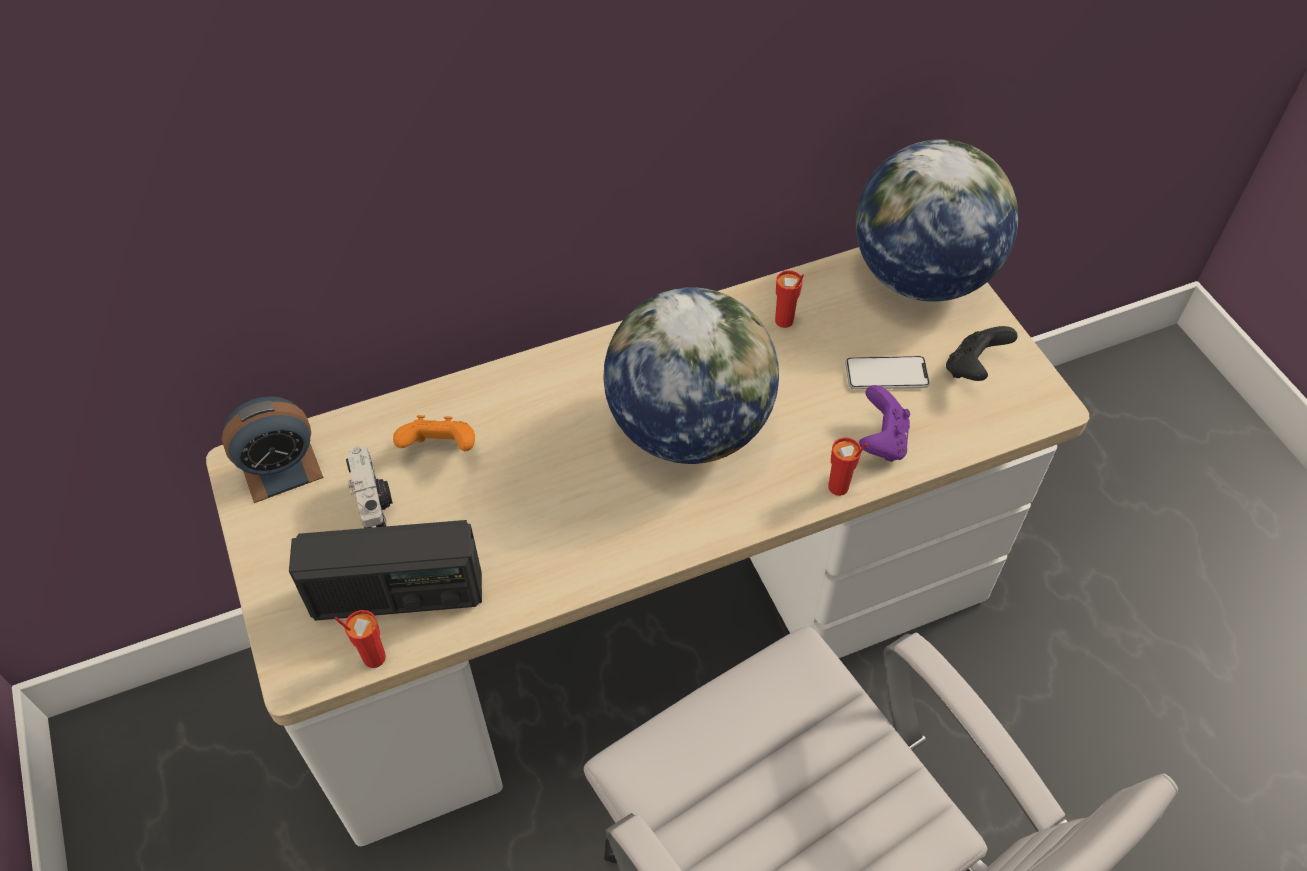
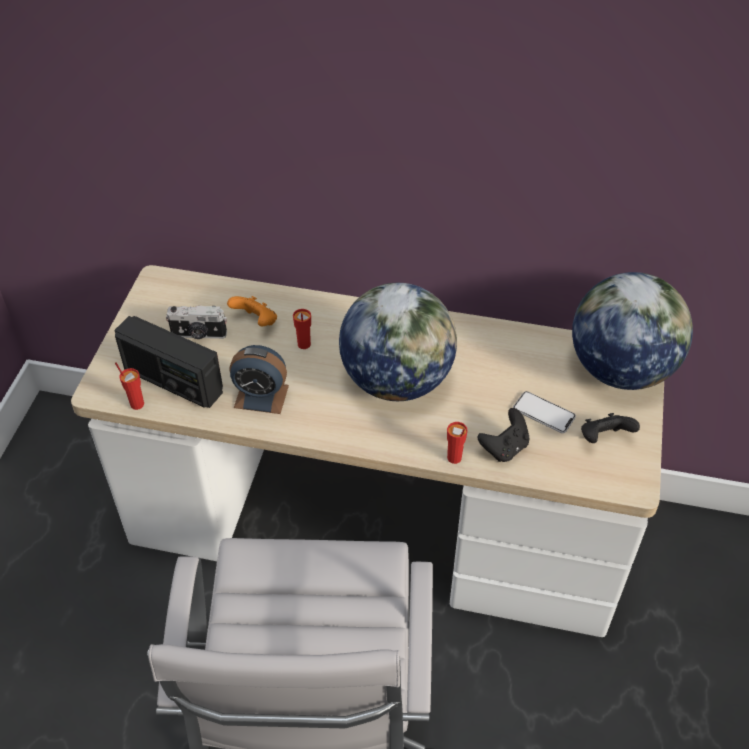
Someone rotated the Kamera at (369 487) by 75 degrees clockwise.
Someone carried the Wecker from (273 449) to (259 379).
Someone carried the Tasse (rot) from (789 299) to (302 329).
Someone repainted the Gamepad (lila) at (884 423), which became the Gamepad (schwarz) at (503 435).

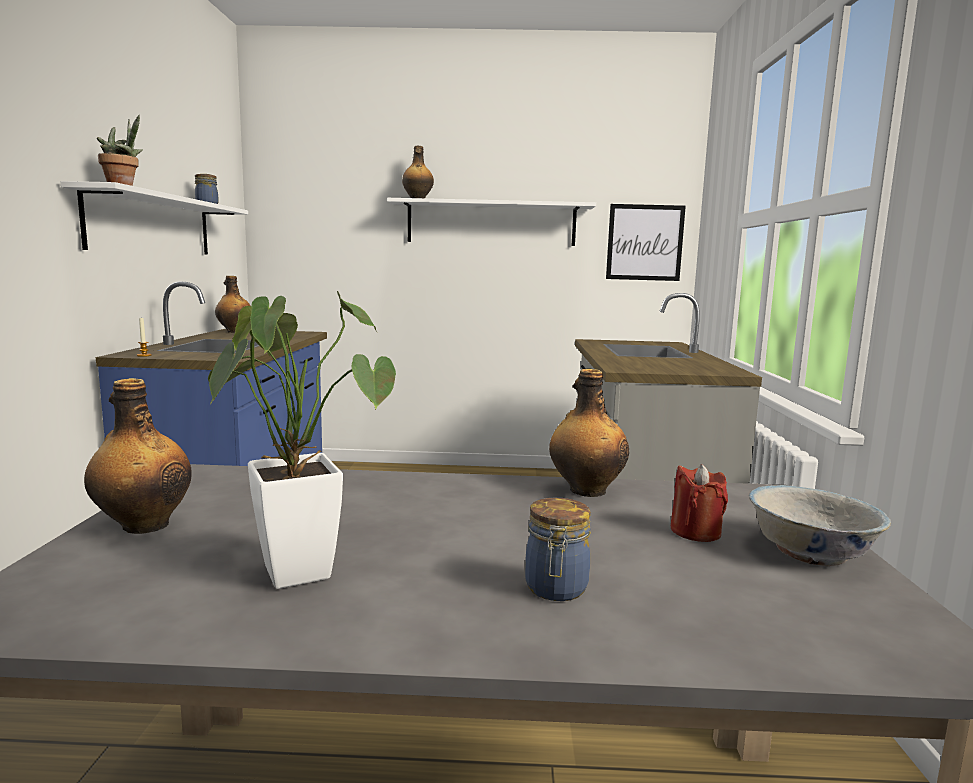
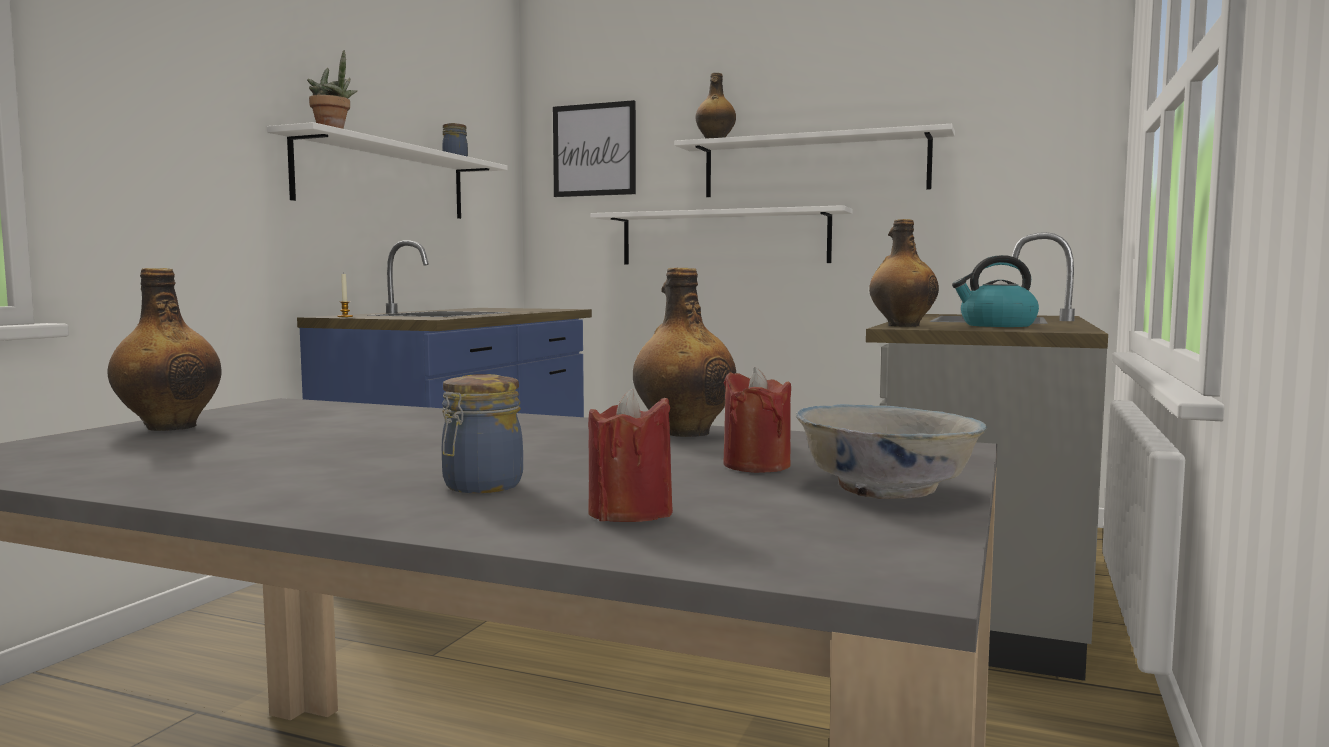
Someone carried the Bild from (646 242) to (594 148).
Someone put down the Kerze (rot) at (630 455).
Someone put up the Wandregal (weiß) at (721 234).
Someone carried the Flasche from (232 304) to (904 273).
Someone put down the Wasserkessel at (995 291).
Someone took away the Topfpflanze at (302 440).

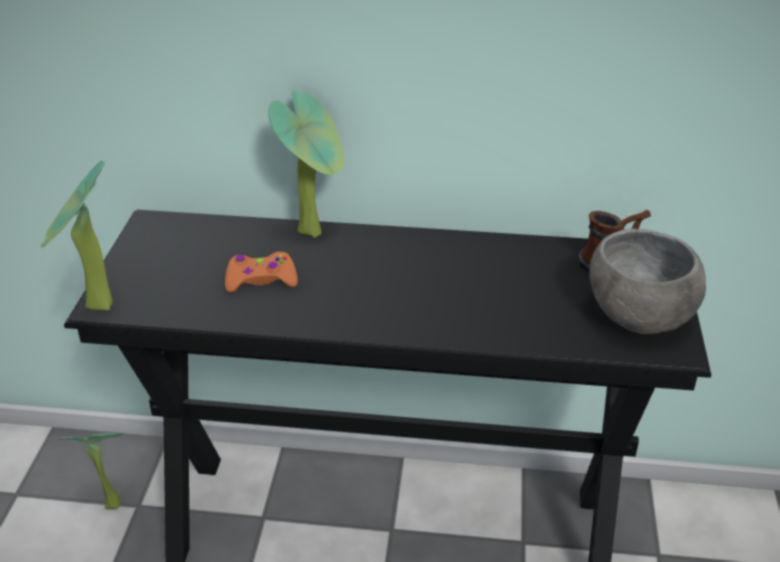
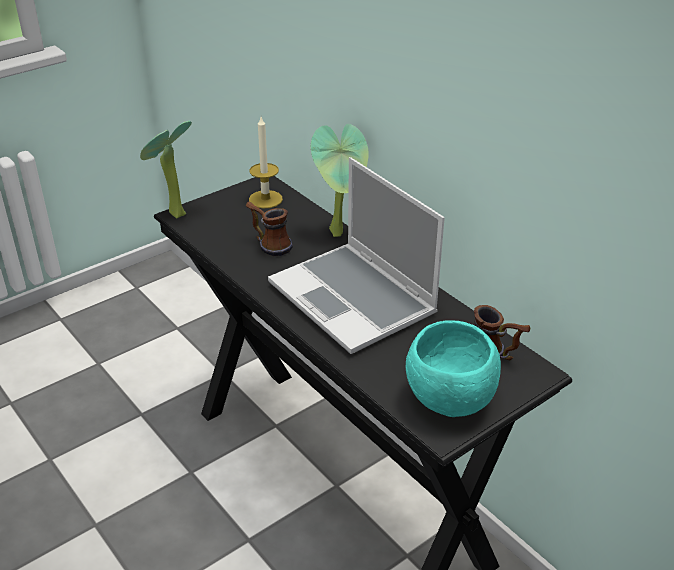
Someone swapped the Gamepad (orange) at (261 272) for the Henkelbecher at (269 228).
Someone put down the Kerze at (266 162).
Someone put down the Laptop at (356 255).
Someone repainted the Schüssel (grau) at (648 281), which became the Schüssel (türkis) at (453 368).
Someone took away the Topfpflanze at (90 471).

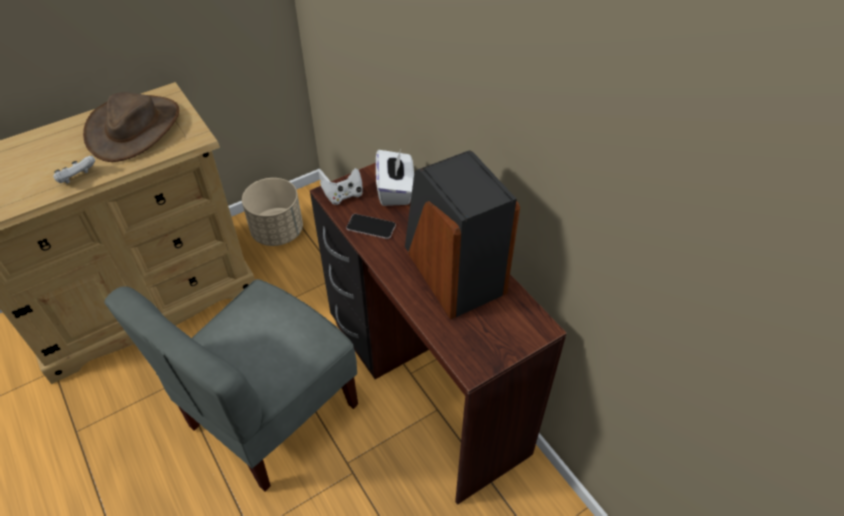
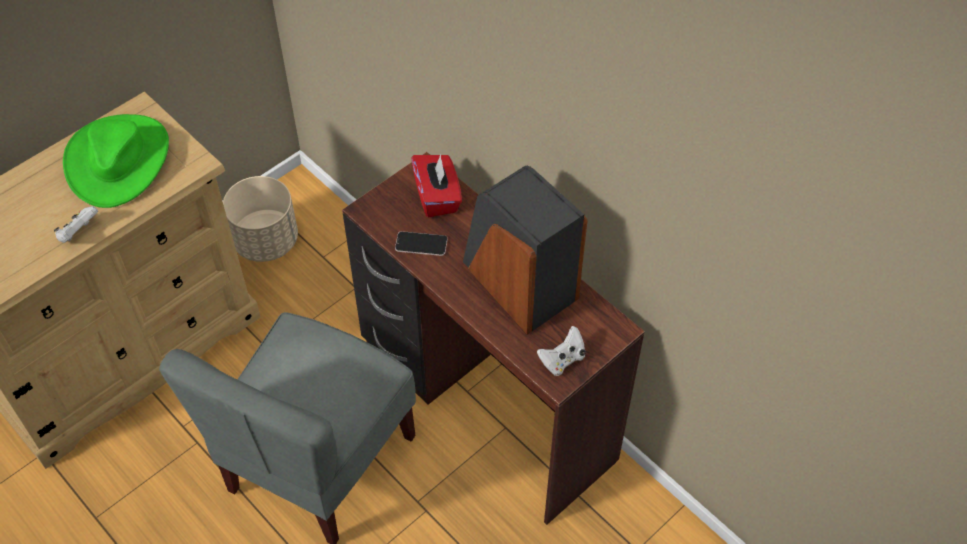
Someone repainted the Hut (braun) at (131 127), which became the Hut (grün) at (116 161).
Someone repainted the Taschentuchbox (weiß) at (395 178), which became the Taschentuchbox (rot) at (436 186).
Someone carried the Gamepad (weiß) from (341 186) to (561 351).

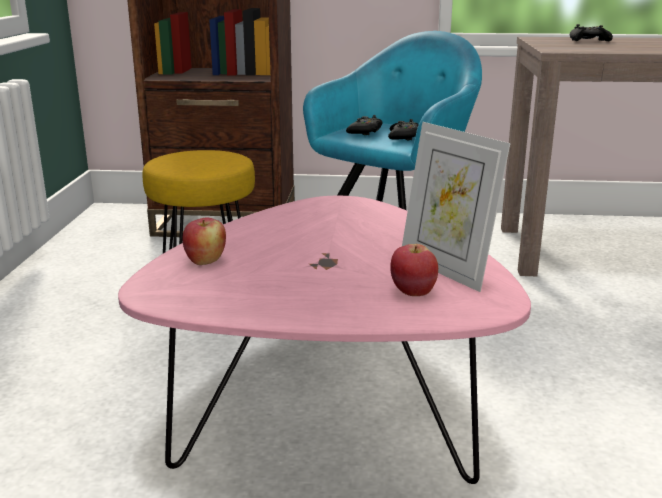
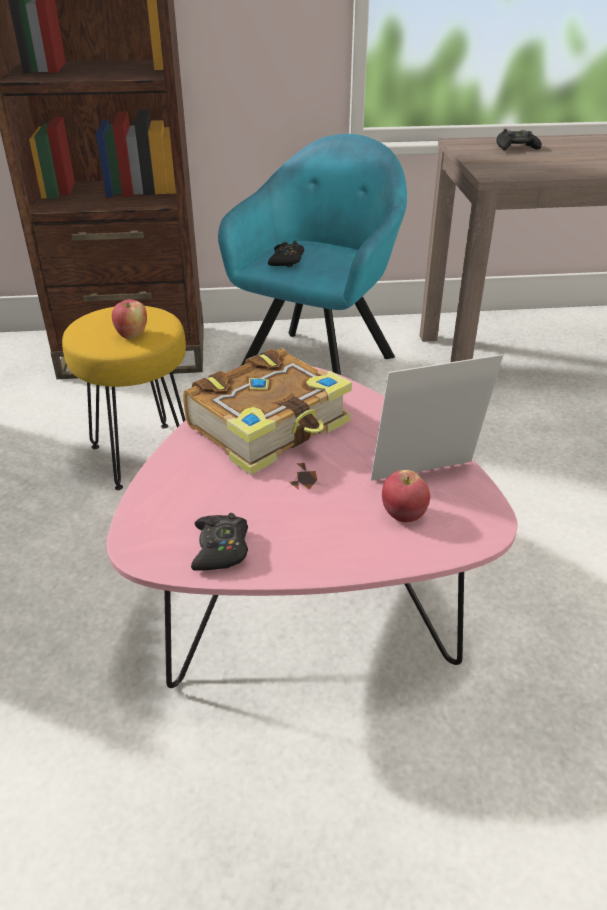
Someone carried the Apfel from (204 241) to (129 319).
Someone put down the Buch at (267 411).
Someone carried the Gamepad (schwarz) from (403 130) to (219 542).
Someone rotated the Bilderrahmen at (456 207) by 120 degrees clockwise.

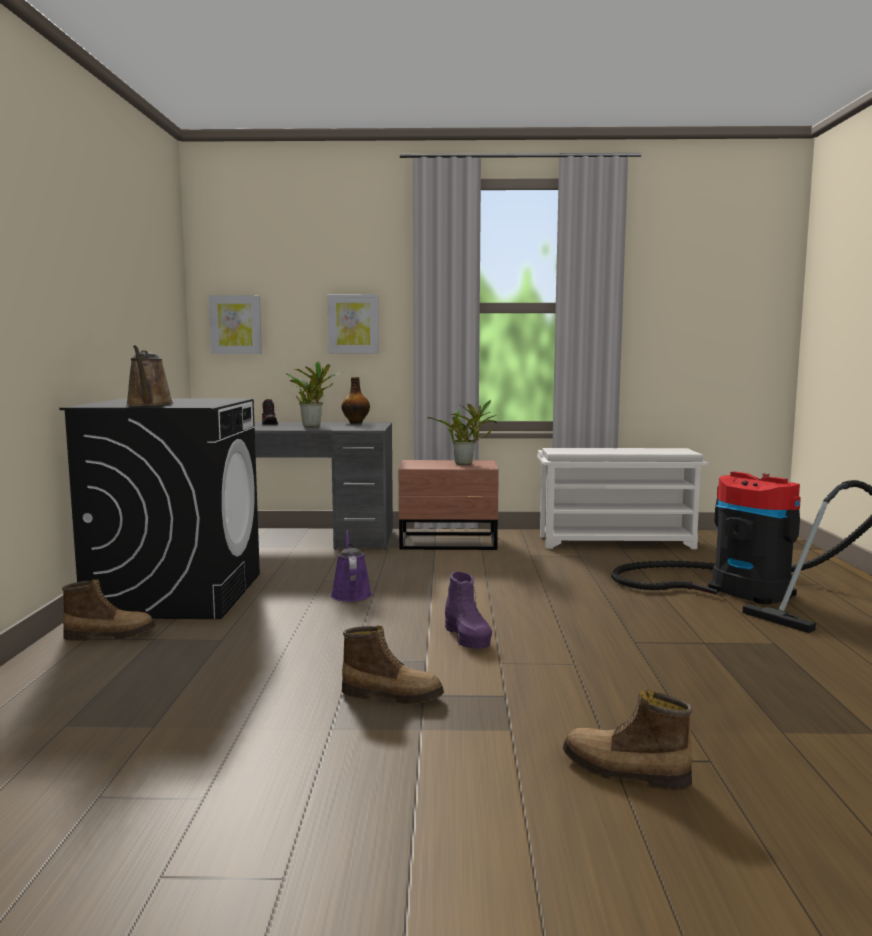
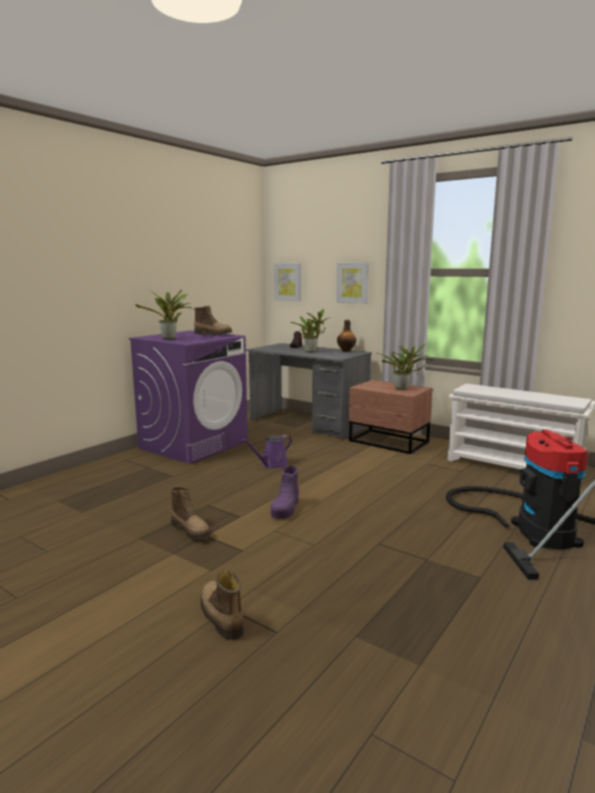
Someone repainted the Waschmaschine (schwarz) at (159 508), which became the Waschmaschine (lila) at (188 397).
Someone swapped the Gießkanne (braun) at (149 375) for the Topfpflanze at (164 315).
Someone carried the Stiefel from (109 610) to (213 321).
Someone rotated the Gießkanne (lila) at (351 566) by 150 degrees counterclockwise.

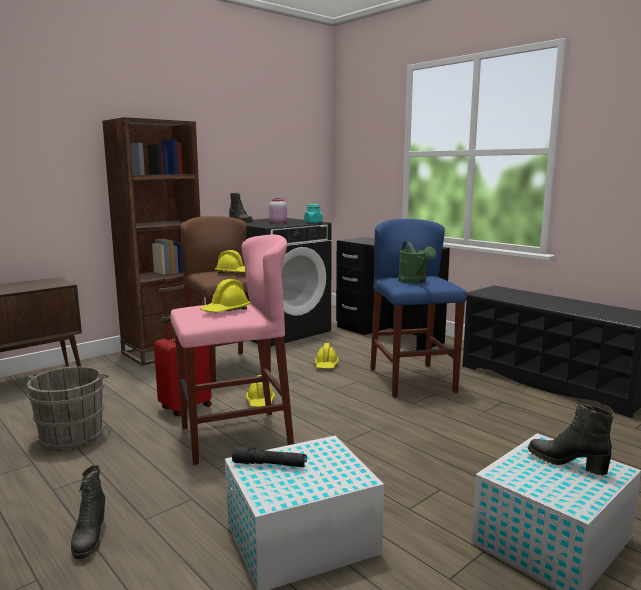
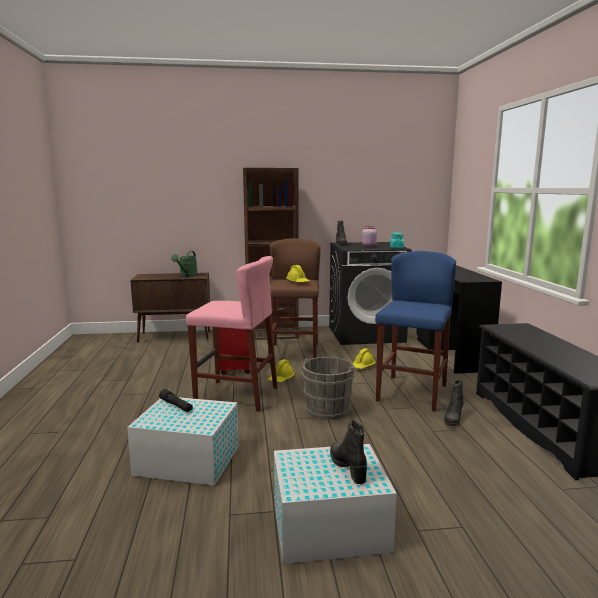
Someone carried the Gießkanne (grün) from (417 262) to (184 264).
Someone carried the Eimer (grau) from (68 408) to (330 388).
Someone carried the Stiefel (schwarz) from (88 512) to (453 403).
Someone took away the Schutzhelm (gelb) at (225 295).

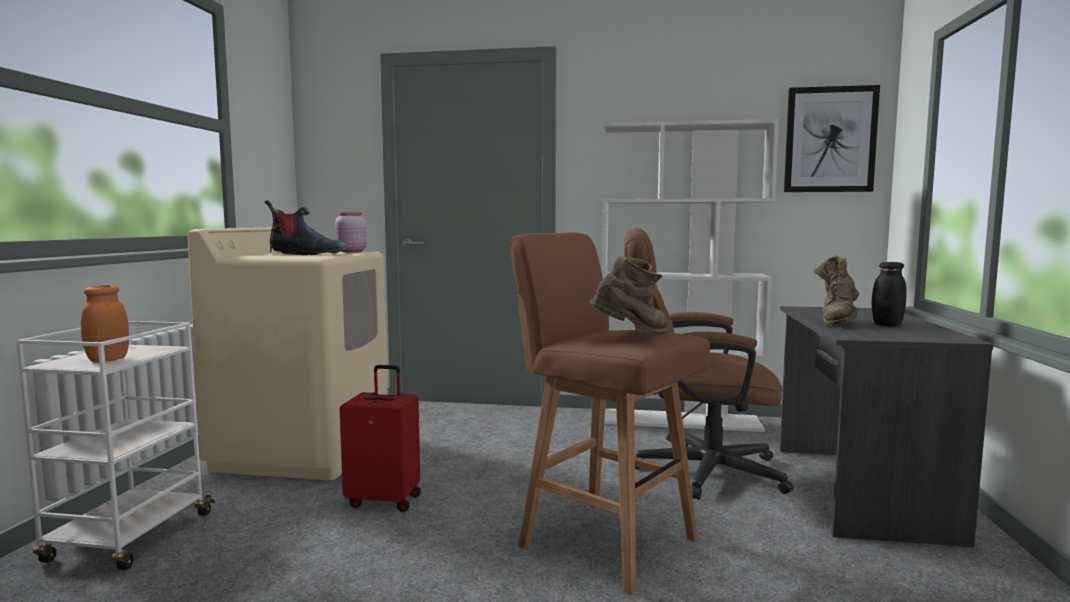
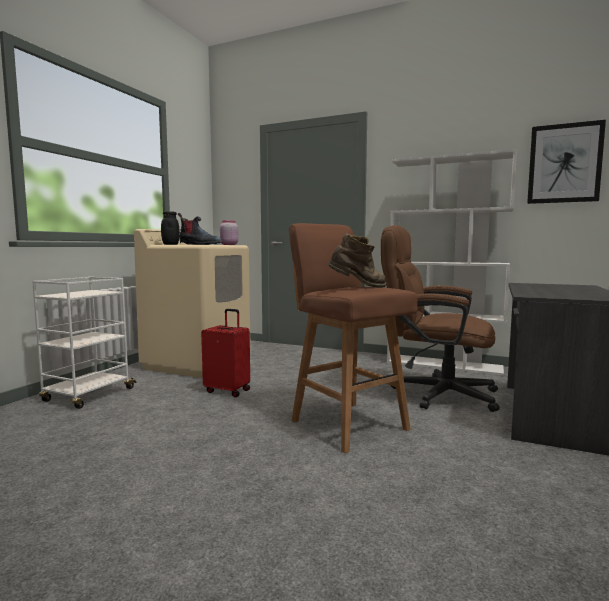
Someone carried the Vorratsglas (schwarz) from (889 294) to (170 228).
Someone took away the Vorratsglas (orange) at (105 323).
Someone took away the Stiefel (braun) at (836 290).

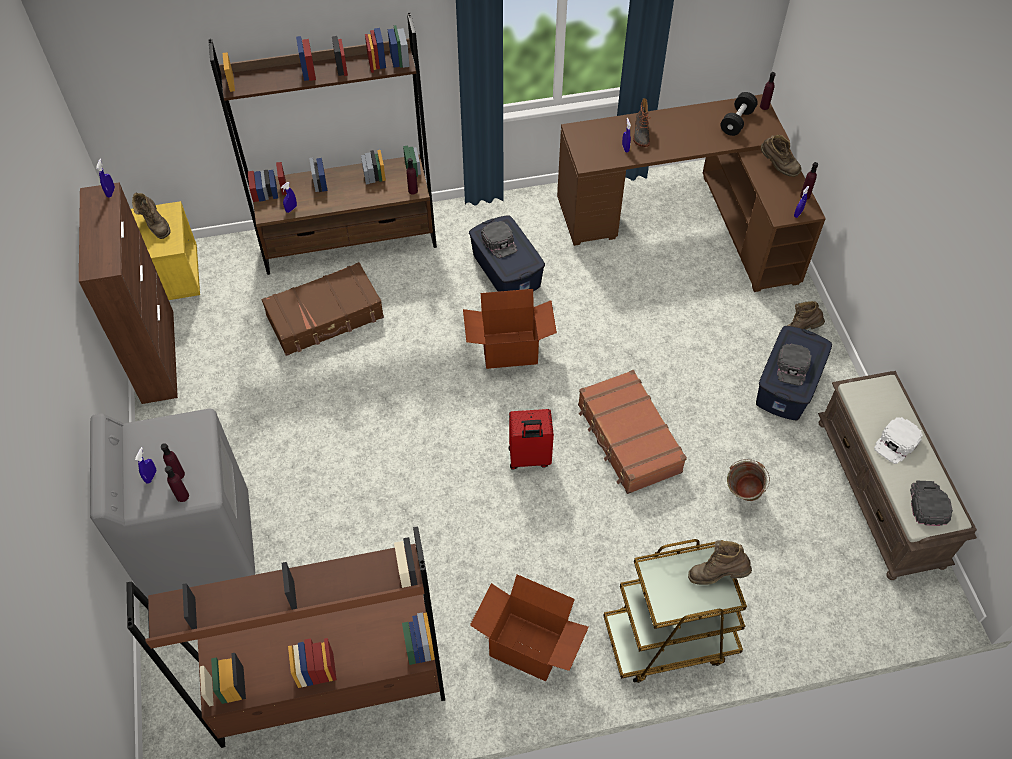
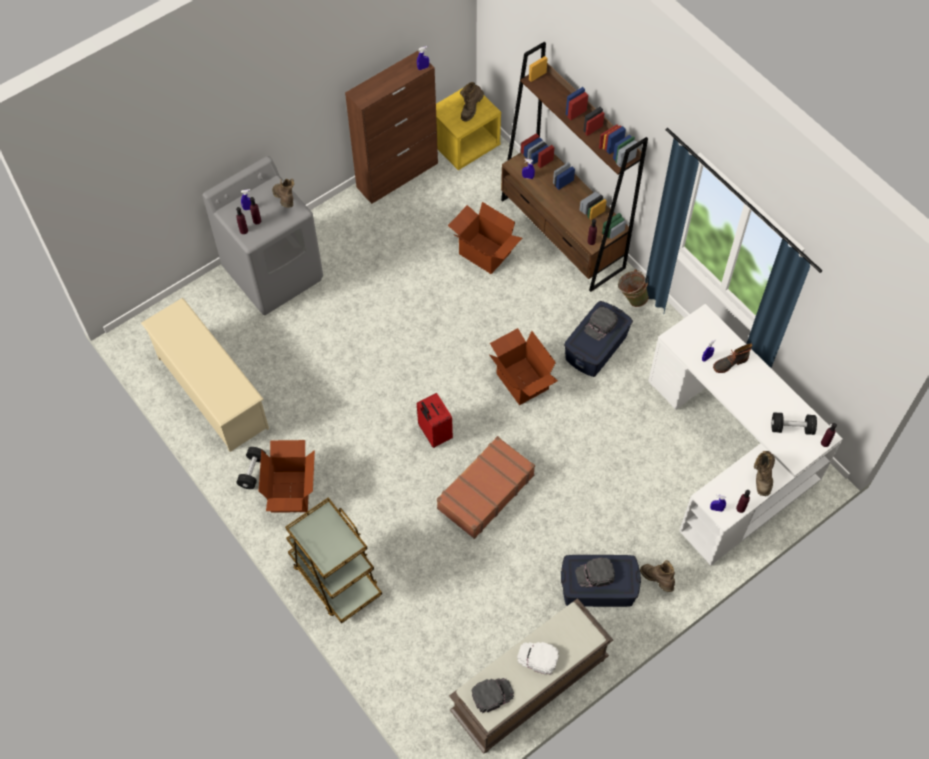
Someone swapped the Bücherregal (braun) at (285 637) for the Schuhregal (beige) at (205 375).
Someone put down the Hantel (schwarz) at (251 468).
Someone carried the Stiefel (braun) from (720 562) to (283 193).
Someone swapped the Koffer (braun) at (322 309) for the Karton at (485 238).
Someone carried the Eimer (grün) from (748 480) to (633 288).
Someone repainted the Schreibtisch (braun) at (691 193), which became the Schreibtisch (weiß) at (745 434).

